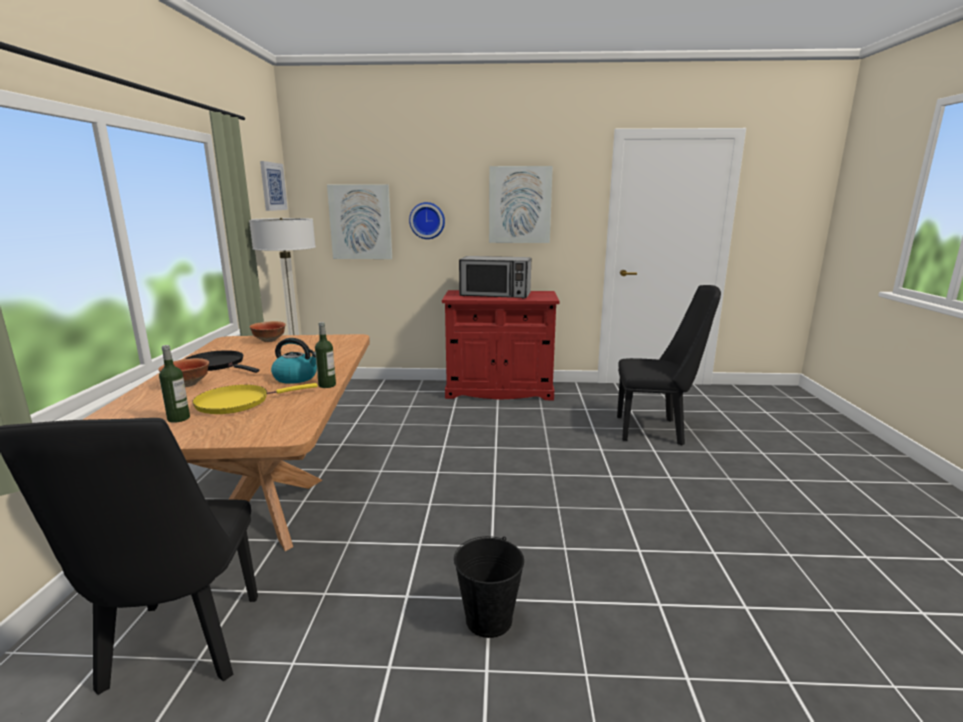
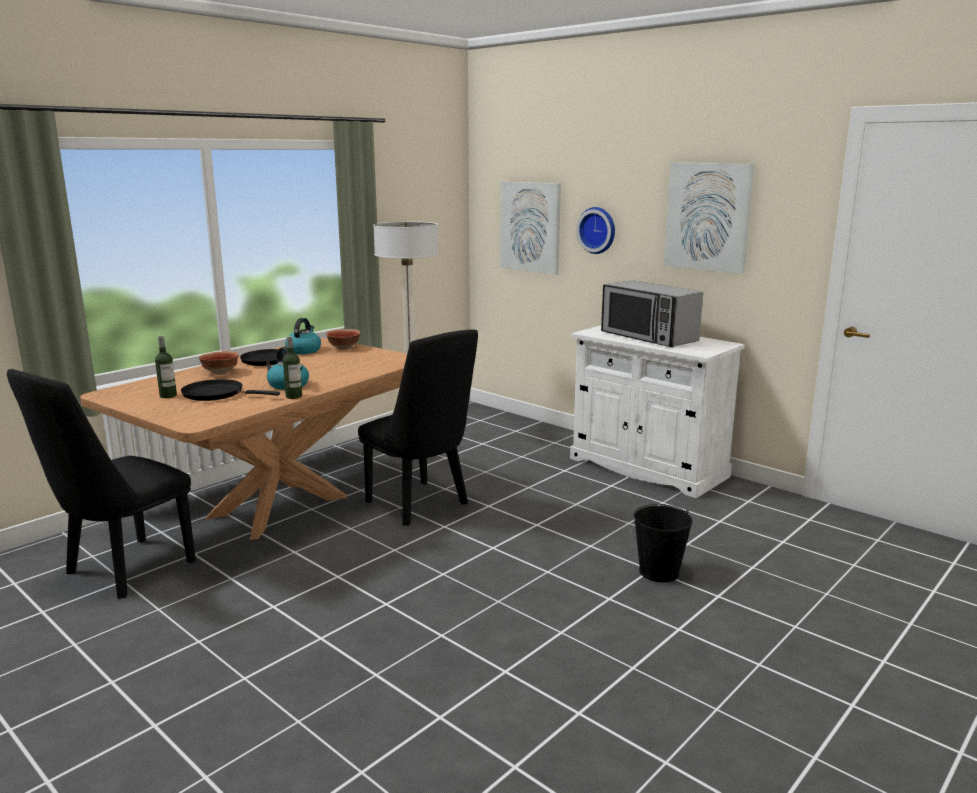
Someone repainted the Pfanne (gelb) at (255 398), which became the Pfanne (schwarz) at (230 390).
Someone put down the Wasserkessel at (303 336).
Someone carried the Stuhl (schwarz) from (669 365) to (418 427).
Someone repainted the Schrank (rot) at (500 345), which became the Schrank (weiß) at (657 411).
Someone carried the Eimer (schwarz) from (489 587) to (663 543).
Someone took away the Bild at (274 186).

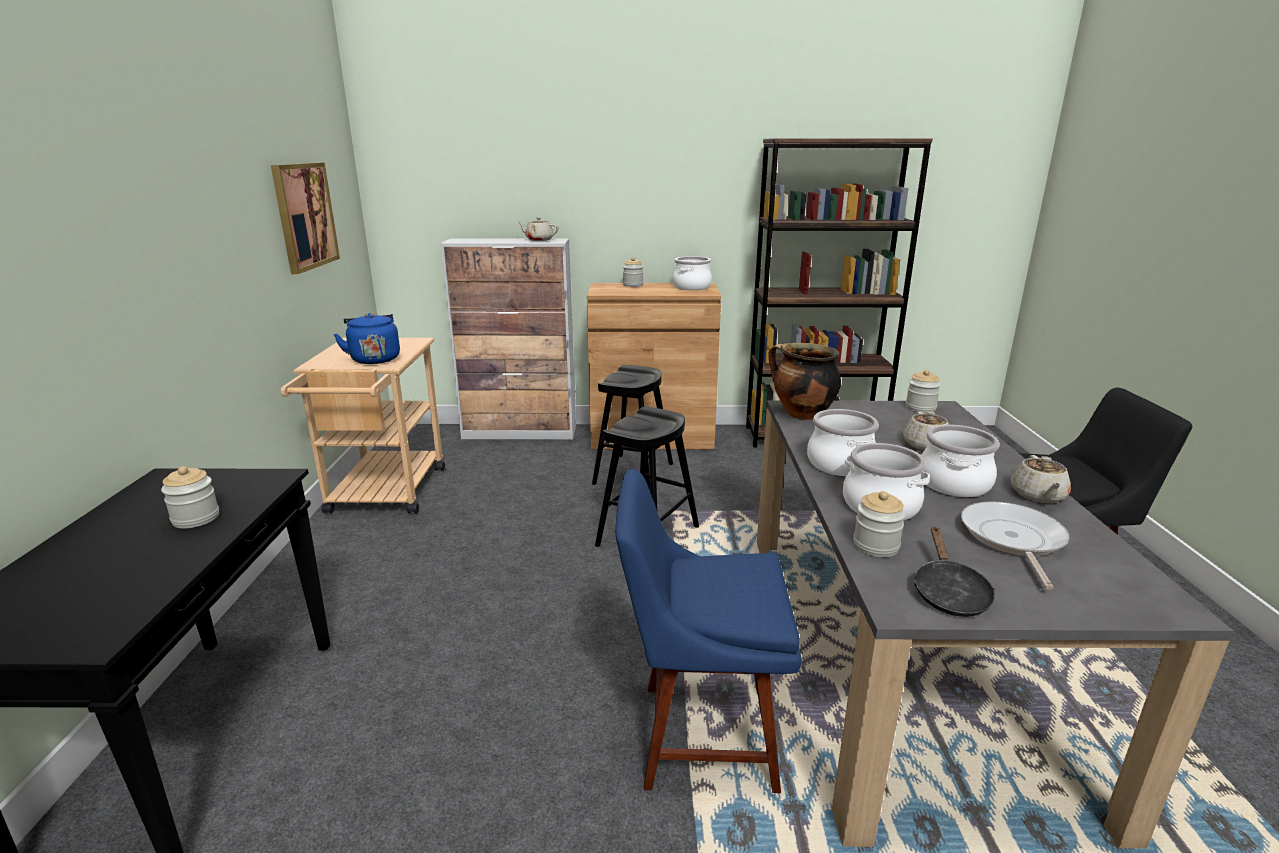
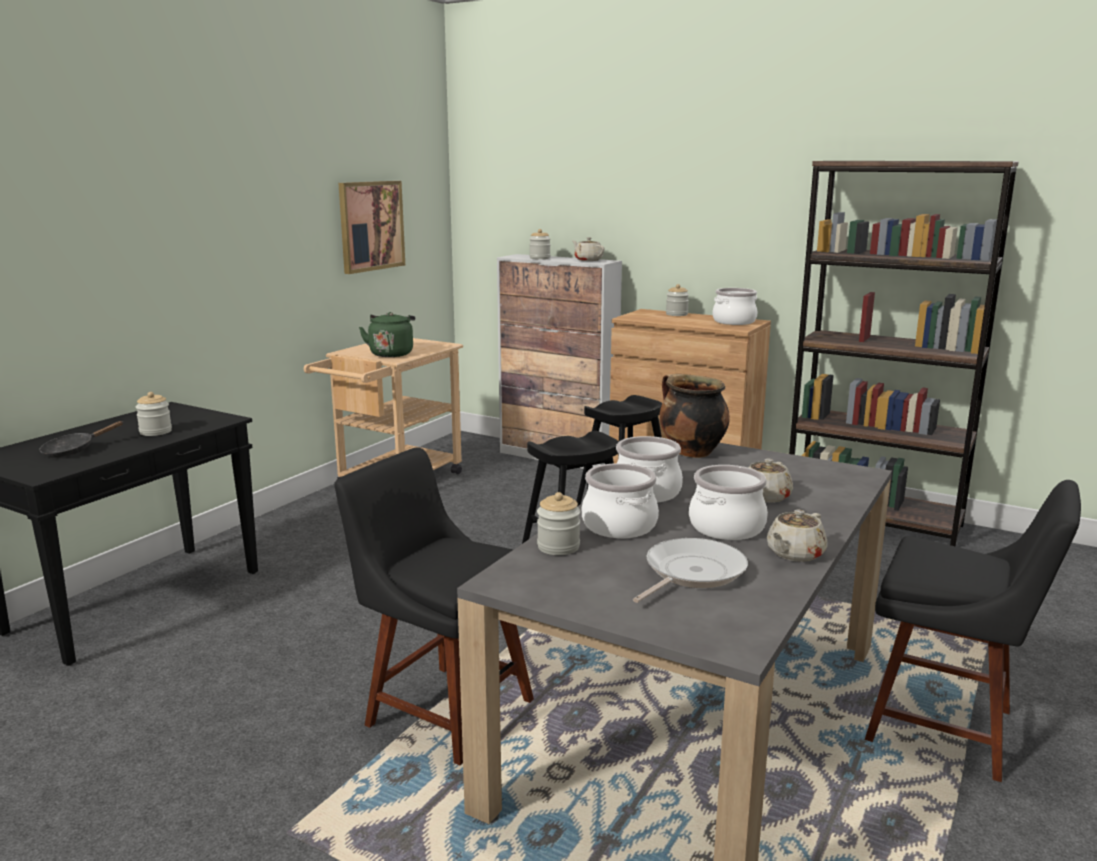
Someone carried the Pfanne (schwarz) from (954 572) to (81 439).
Someone repainted the Stuhl (blau) at (708 631), which became the Stuhl (schwarz) at (434 606).
Someone repainted the Wasserkessel (blau) at (367 338), which became the Wasserkessel (grün) at (387 334).
Someone carried the Vorratsglas from (923 391) to (540 244).

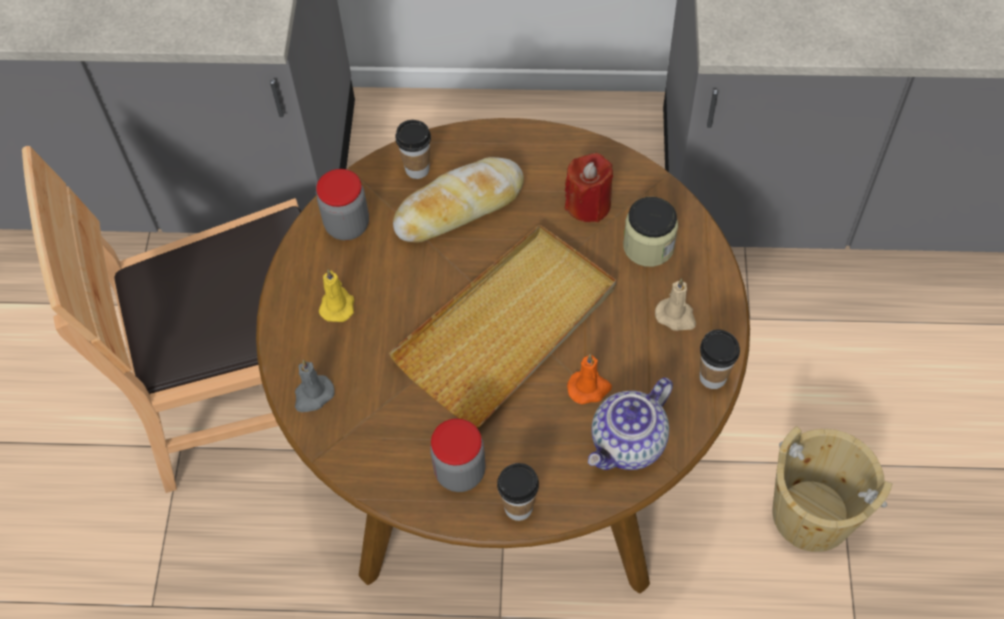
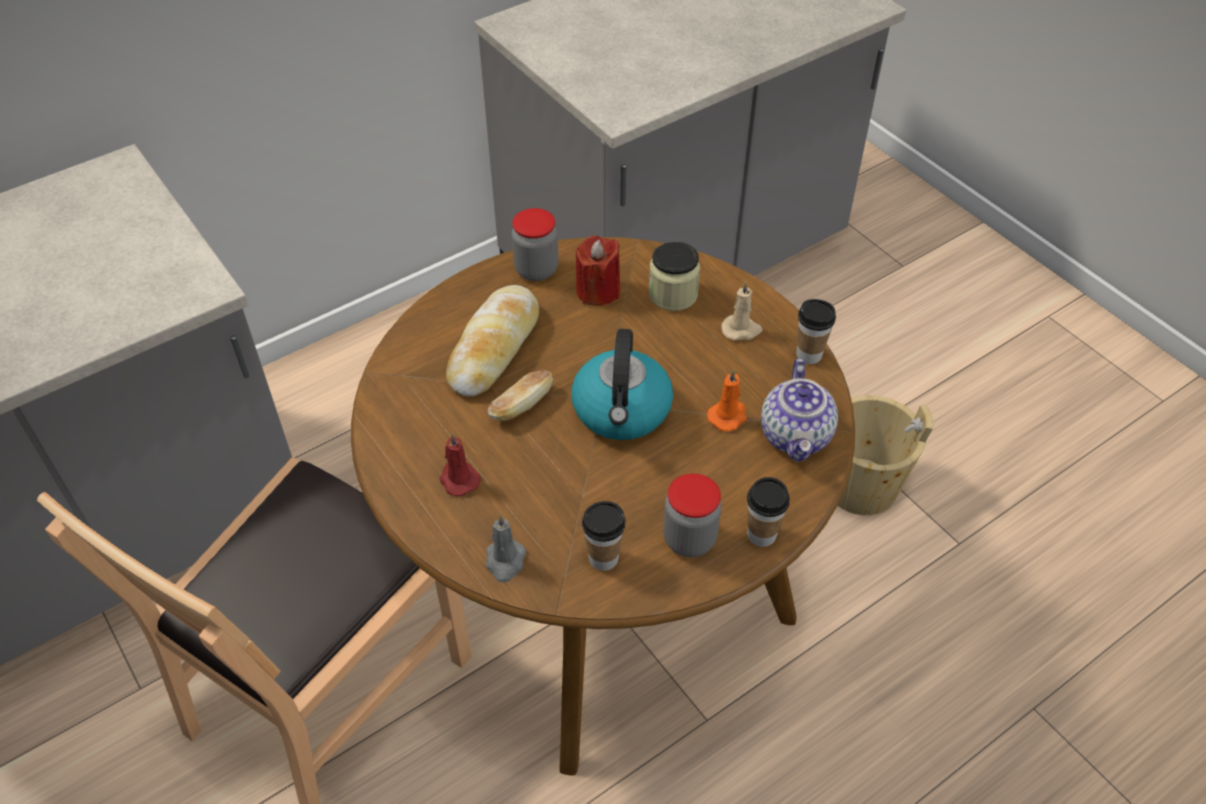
Someone repainted the Kerze (gelb) at (336 296), which became the Kerze (rot) at (460 464).
Someone put down the Brot at (520 395).
Someone carried the Vorratsglas from (342 204) to (535 244).
Someone swapped the Tablett (beige) at (502 326) for the Wasserkessel at (622 384).
Someone carried the Tasse from (413 149) to (604 536).

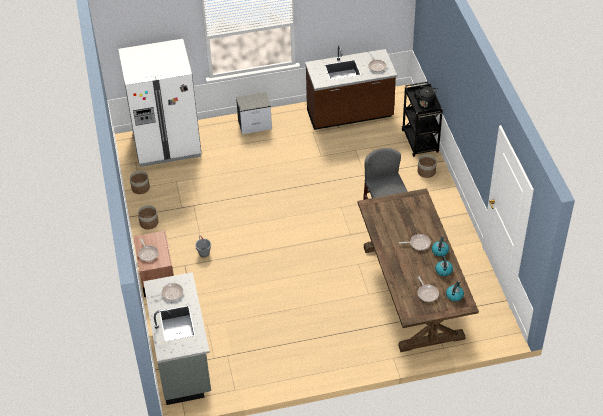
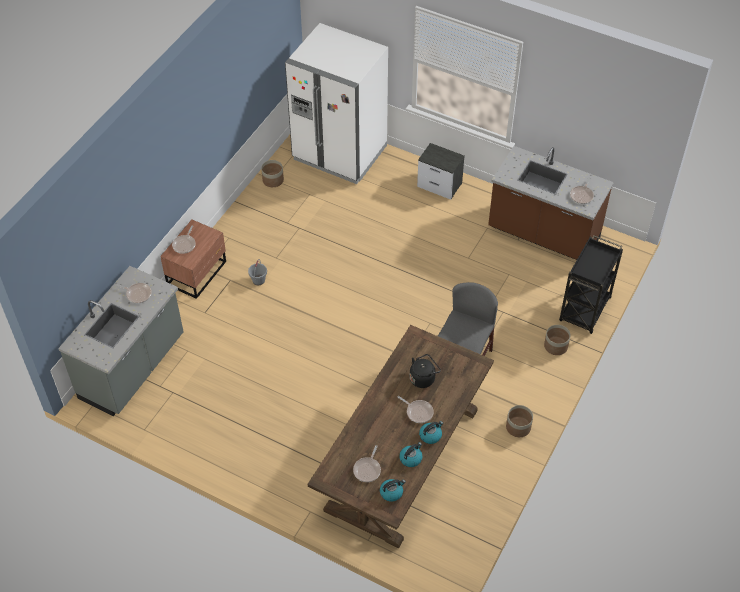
Someone carried the Wasserkessel (schwarz) from (425 97) to (425 371).
Someone carried the Pflanzkübel from (148 217) to (519 421).

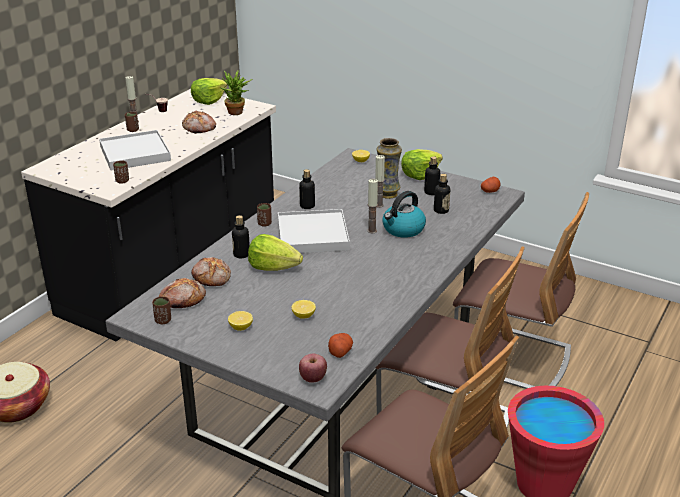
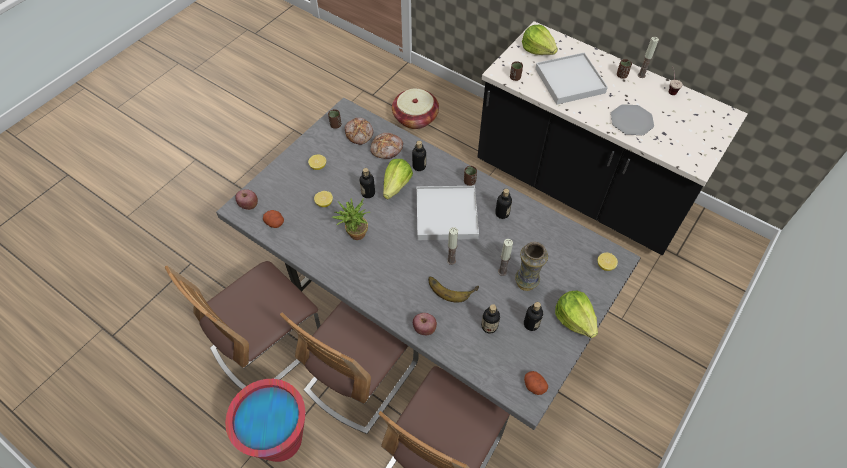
Someone carried the Topfpflanze from (236 93) to (351 219).
Someone put down the Flasche at (367 183).
Someone put down the Apfel at (425 324).
Someone swapped the Wasserkessel at (404 214) for the Banane at (453 289).
Someone carried the Salatkopf from (209 91) to (540 40).
Someone swapped the Brot at (199 122) for the Teller at (632 119).

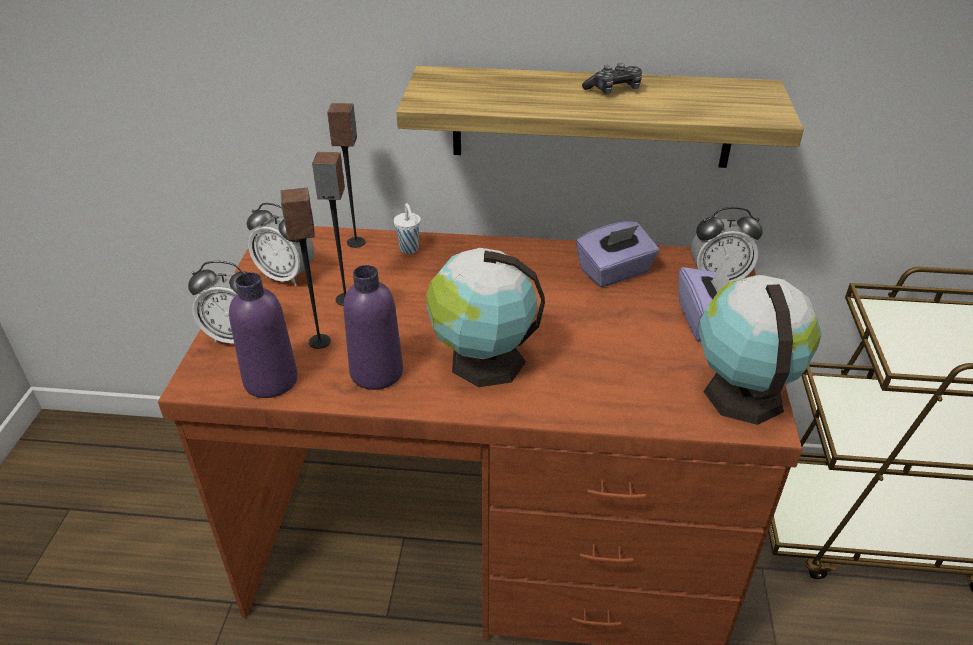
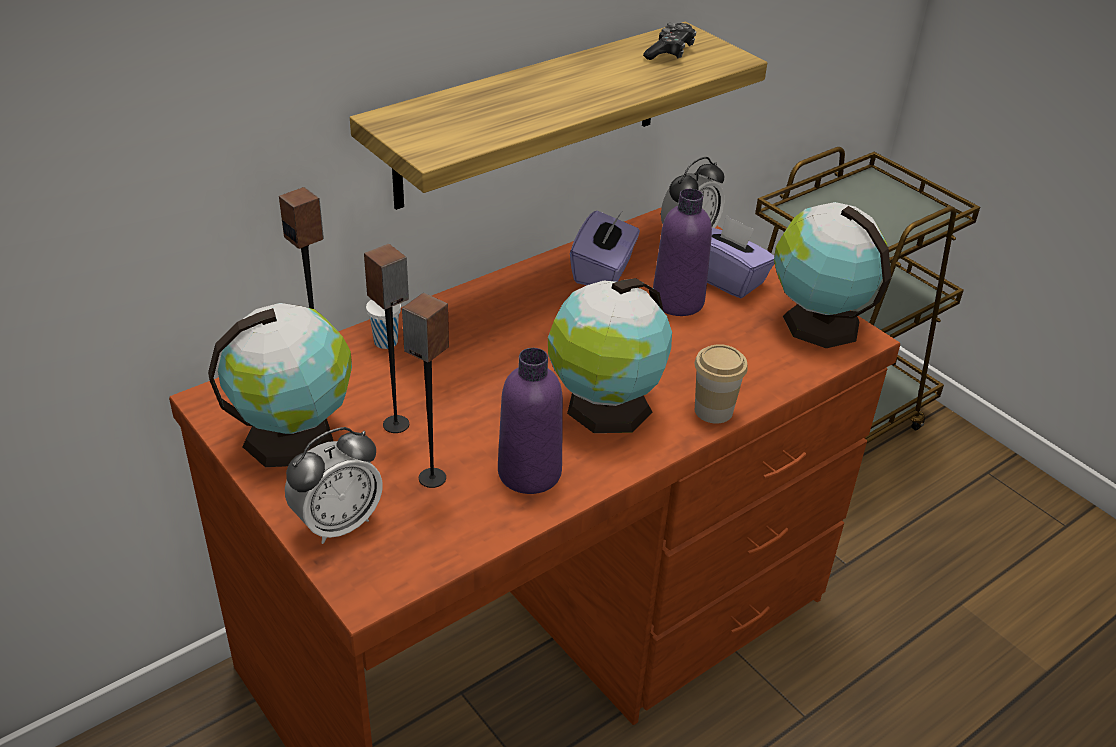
Someone swapped the Wecker at (281 244) for the Globus at (280 385).
Someone carried the Gamepad from (612 78) to (670 41).
Someone carried the Flasche (lila) from (263 335) to (682 252).
Someone put down the Tasse at (721 384).

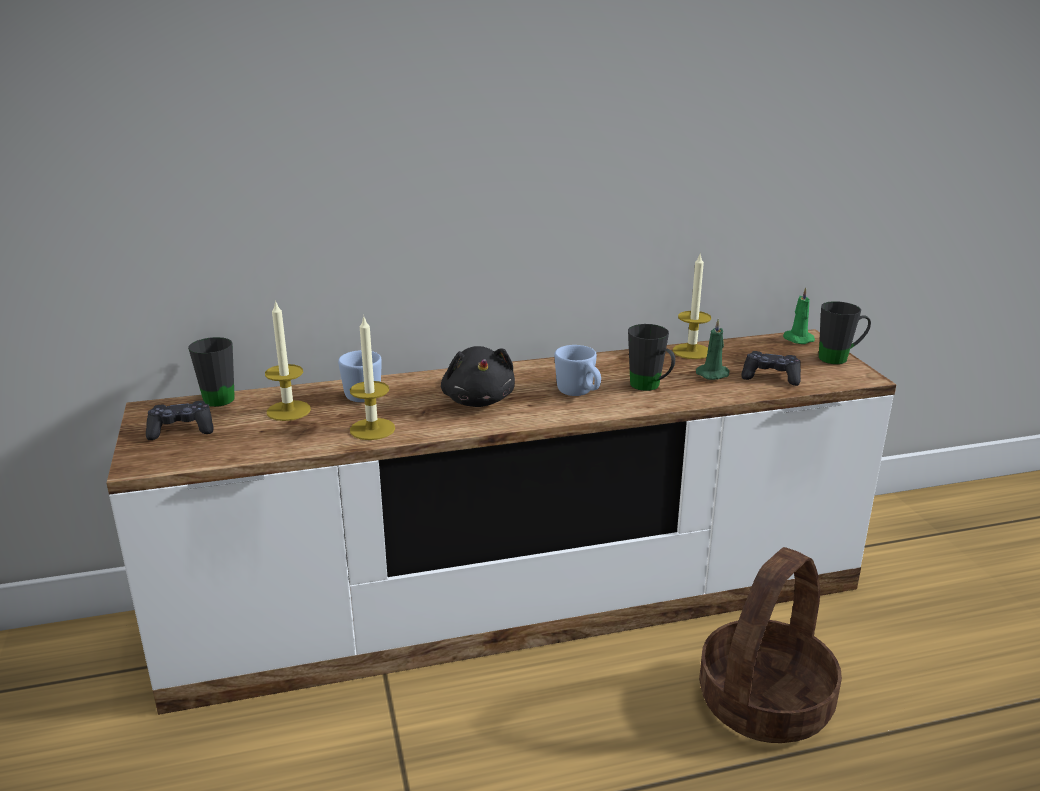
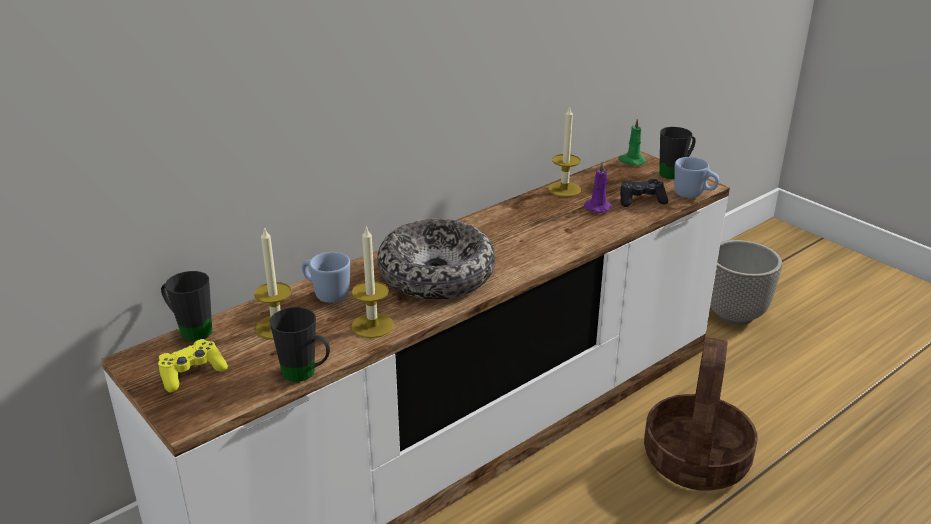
Someone repainted the Gamepad (schwarz) at (180 420), which became the Gamepad (gelb) at (193 365).
Someone carried the Henkelbecher (schwarz) from (651 357) to (300 344).
Someone swapped the Plüschtier (schwarz) at (478 376) for the Schüssel at (436 259).
Someone repainted the Kerze (grün) at (713 349), which became the Kerze (lila) at (598 187).
Someone carried the Henkelbecher (blau) from (577 370) to (696 177).
Someone put down the Pflanzkübel at (746 282).

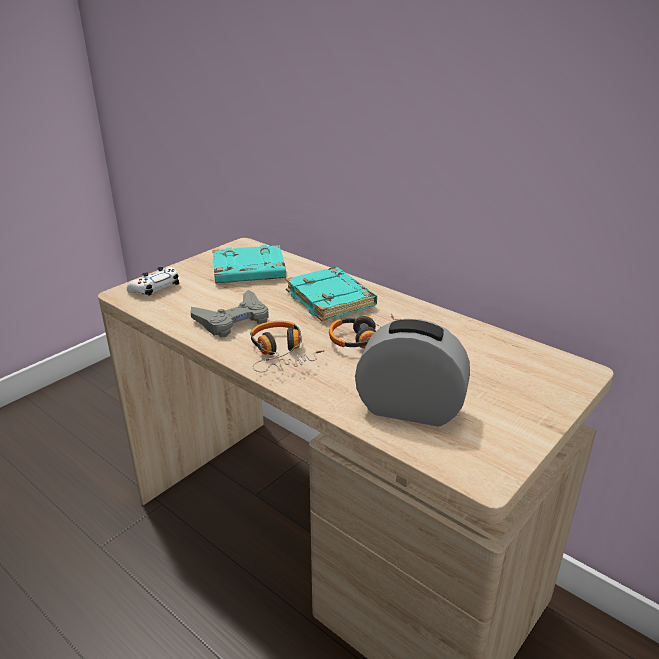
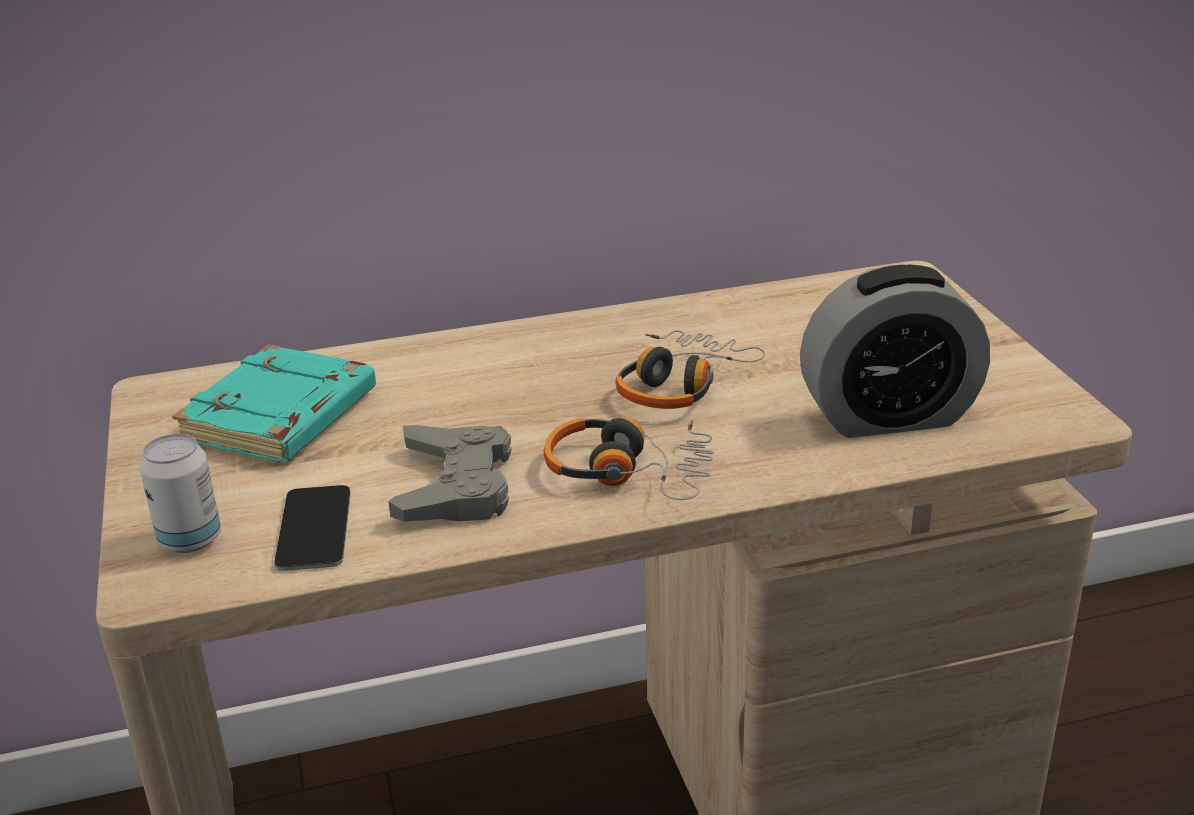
Someone swapped the Gamepad (weiß) at (152 281) for the Dose at (180 493).
Someone put down the Handy at (312 528).
Someone rotated the Wecker at (412 372) by 150 degrees counterclockwise.
Someone took away the Buch (türkis) at (331 294).

